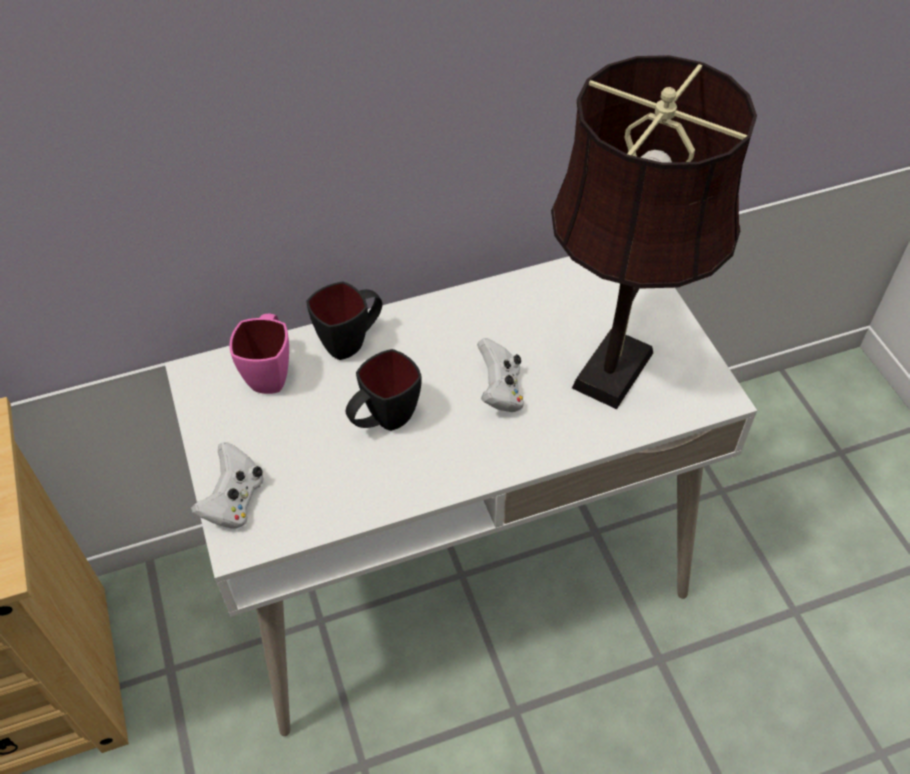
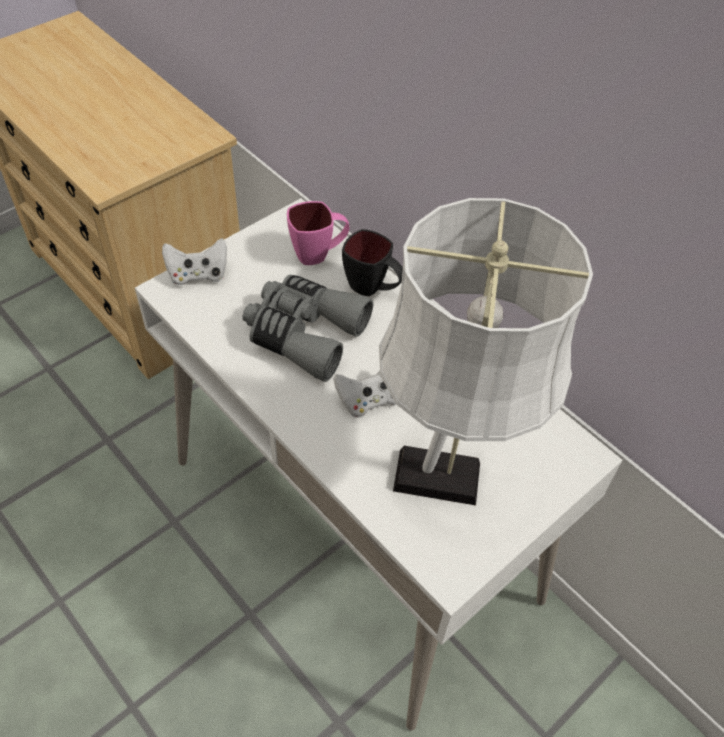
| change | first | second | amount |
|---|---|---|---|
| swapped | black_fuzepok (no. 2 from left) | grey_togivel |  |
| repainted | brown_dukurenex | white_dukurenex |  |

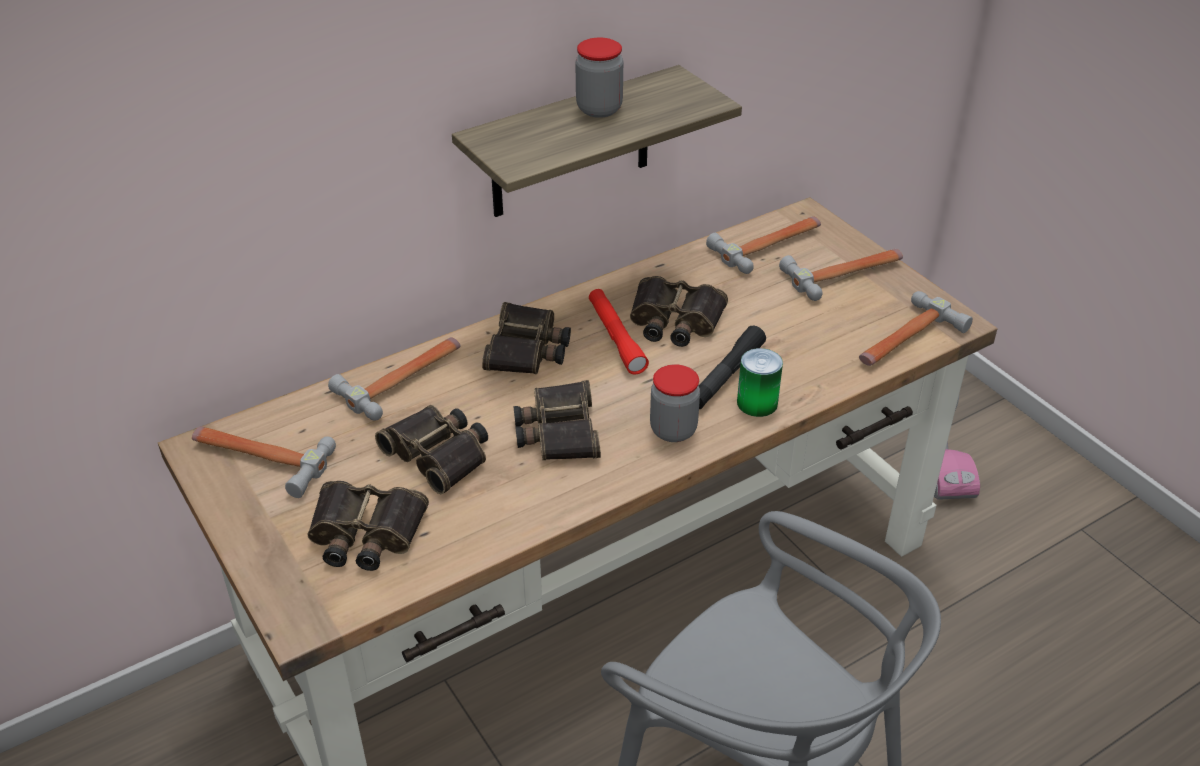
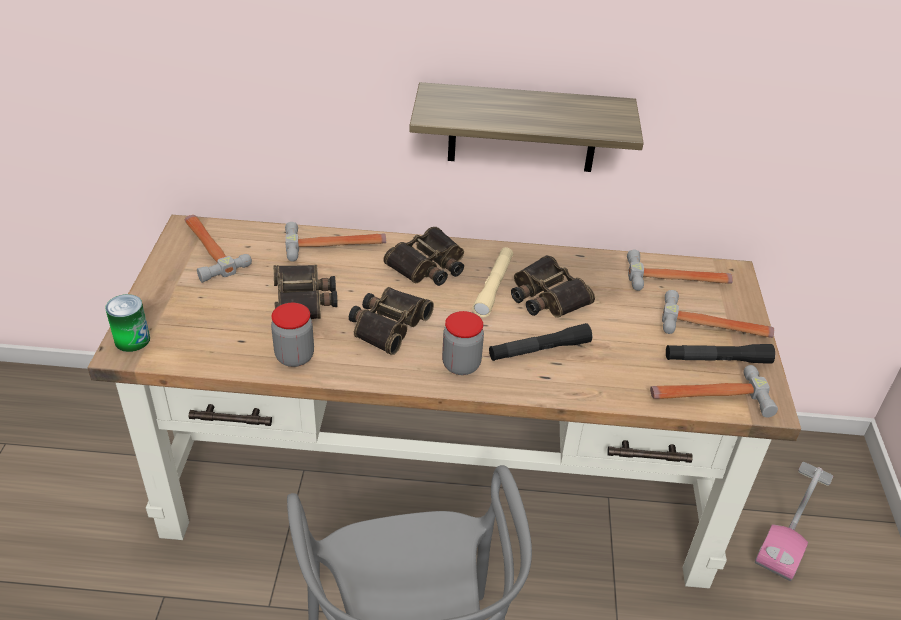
| change | first | second | amount |
|---|---|---|---|
| gone | togivel (no. 1 from left) |  |  |
| shifted | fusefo (no. 1 from left) |  |  |
| repainted | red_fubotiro | beige_fubotiro |  |
| shifted | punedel |  |  |
| new |  | black_fubotiro (no. 2 from left) |  |

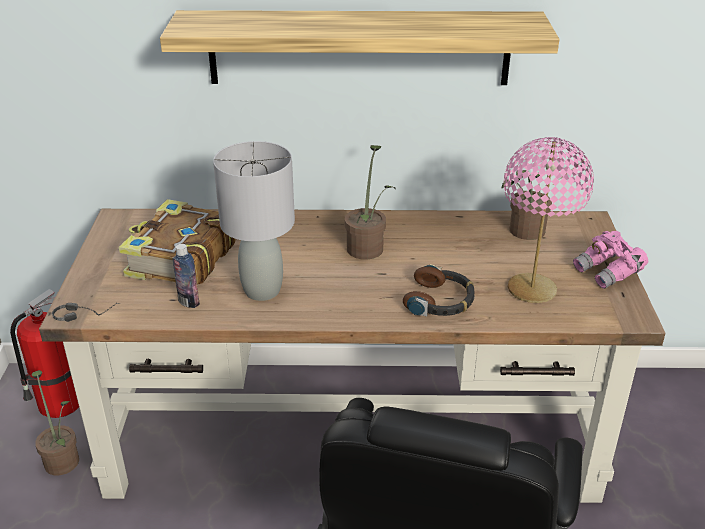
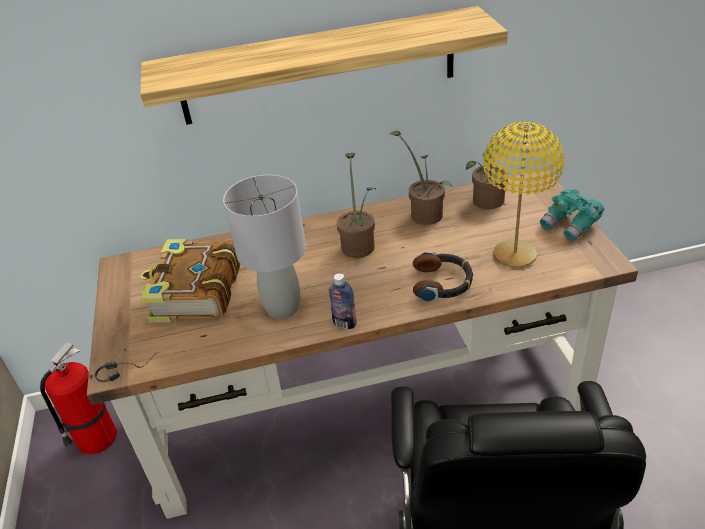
| change | first | second | amount |
|---|---|---|---|
| shifted | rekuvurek (no. 1 from left in the first image) | rekuvurek (no. 2 from left) |  |
| shifted | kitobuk |  |  |
| repainted | pink_dukurenex | yellow_dukurenex |  |
| repainted | pink_togivel | turquoise_togivel |  |

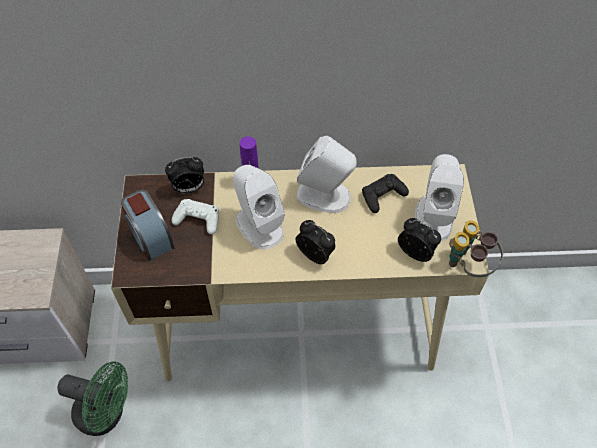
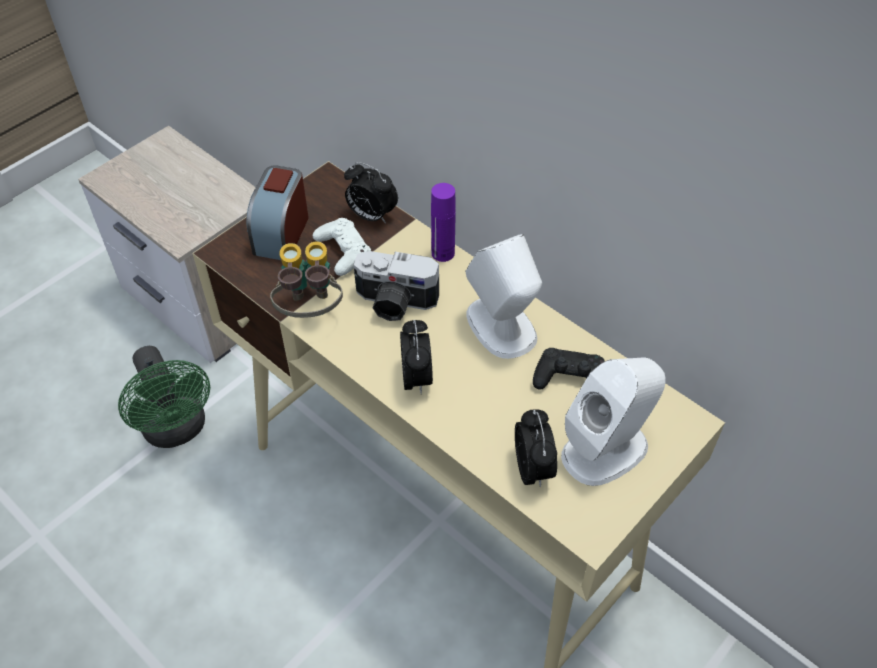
| change | first | second | amount |
|---|---|---|---|
| swapped | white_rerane (no. 1 from left) | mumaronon |  |
| shifted | togivel |  |  |

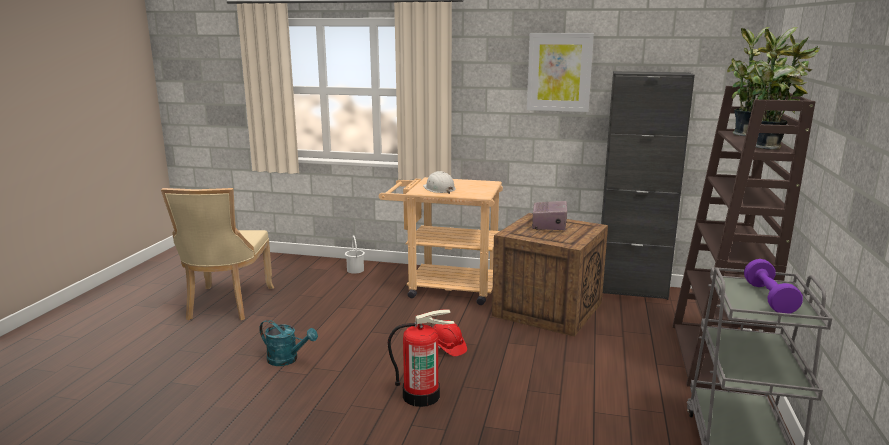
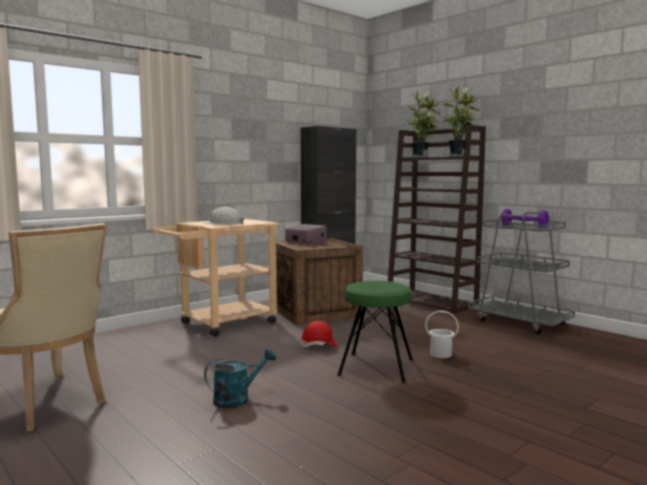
| change | first | second | amount |
|---|---|---|---|
| shifted | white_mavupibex |  |  |
| swapped | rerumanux | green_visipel |  |
| gone | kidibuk |  |  |

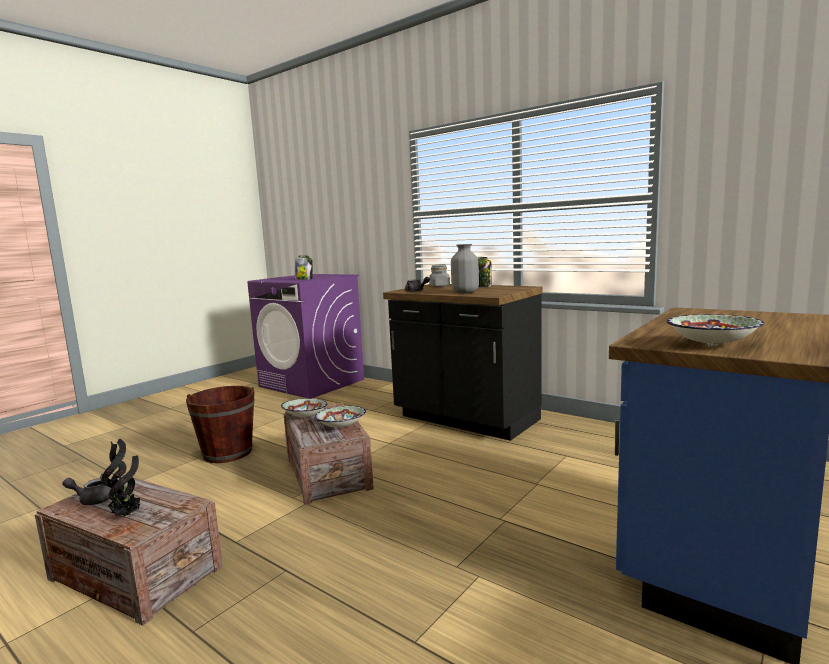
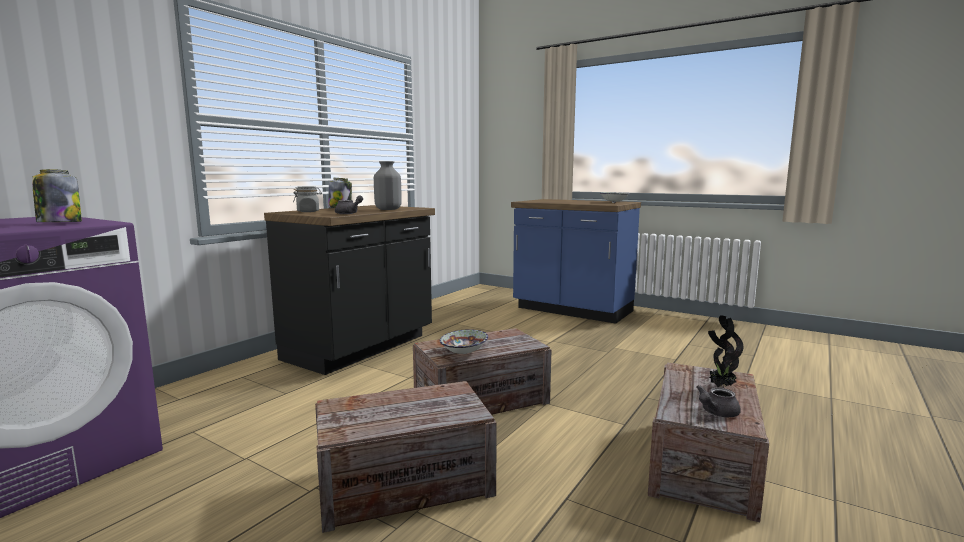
| change | first | second | amount |
|---|---|---|---|
| rotated | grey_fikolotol (no. 1 from left in the first image) | grey_fikolotol (no. 2 from left) | 60 degrees clockwise |
| swapped | brown_mavupibex | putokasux (no. 1 from left) |  |
| gone | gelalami (no. 2 from left) |  |  |

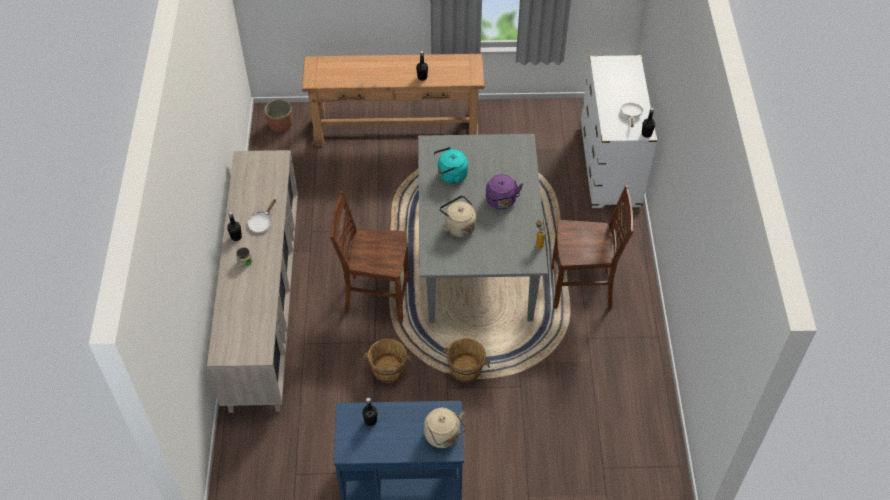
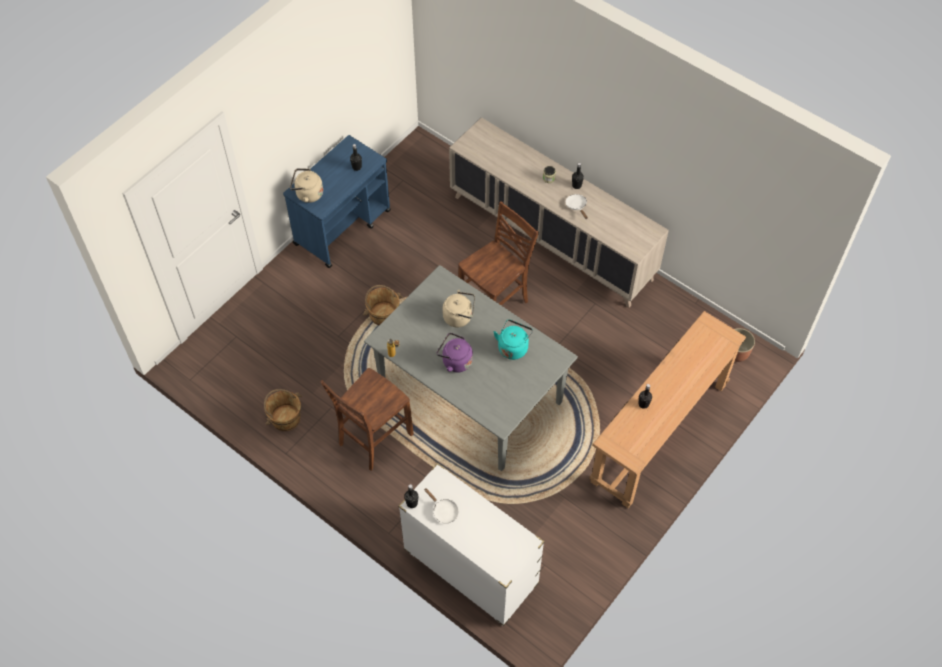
| change | first | second | amount |
|---|---|---|---|
| shifted | brown_mavupibex (no. 1 from left) |  |  |

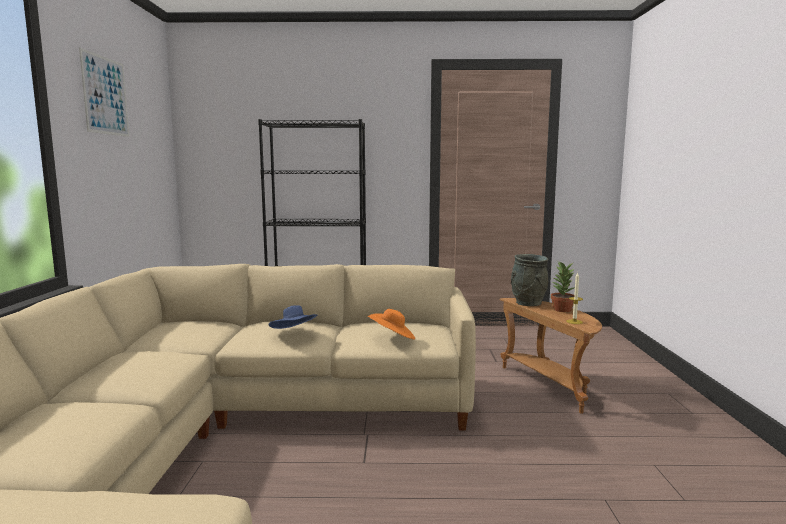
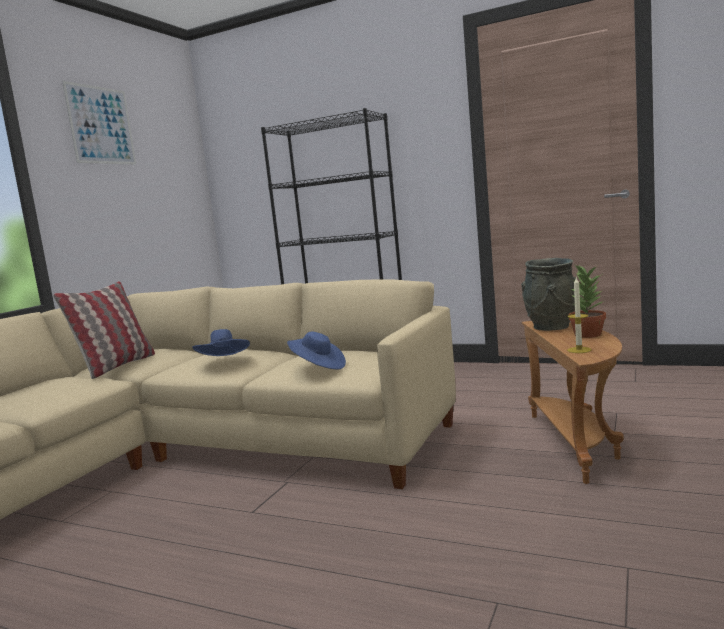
| change | first | second | amount |
|---|---|---|---|
| repainted | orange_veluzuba | blue_veluzuba (no. 2 from left) |  |
| new |  | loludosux |  |

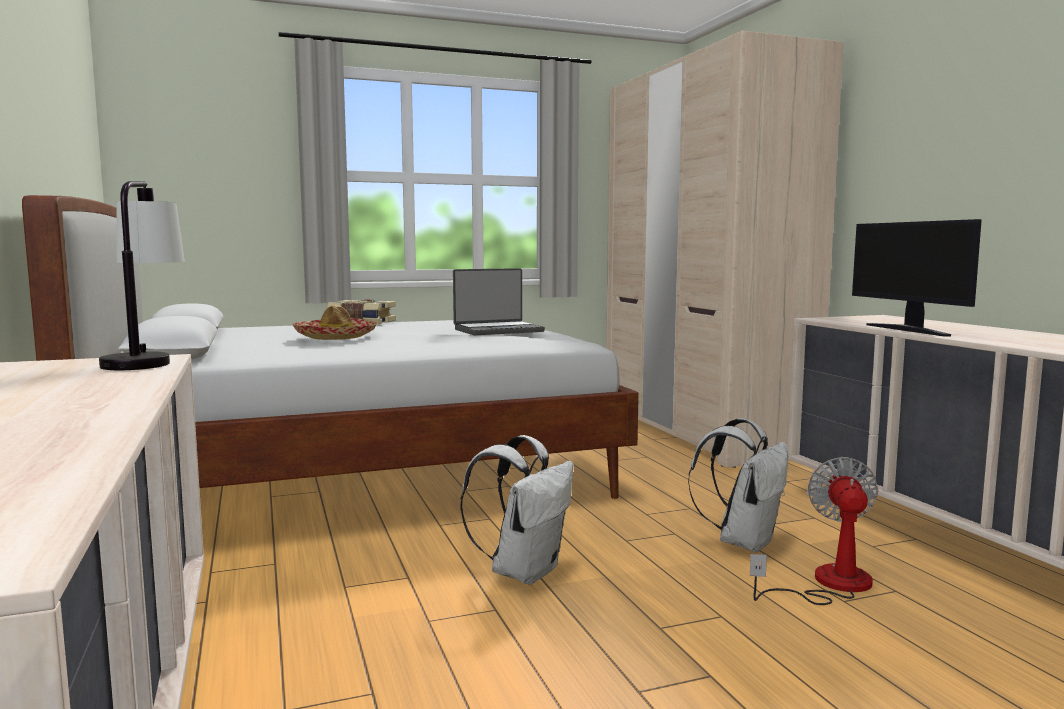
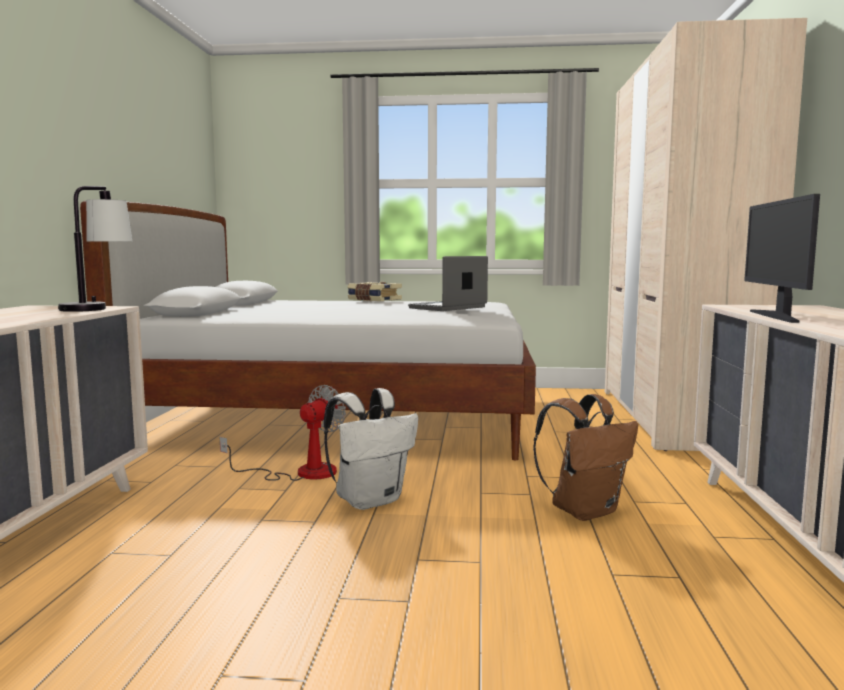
| change | first | second | amount |
|---|---|---|---|
| gone | veluzuba |  |  |
| rotated | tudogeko |  | 135 degrees clockwise |
| repainted | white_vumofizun (no. 2 from left) | brown_vumofizun |  |
| shifted | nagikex |  |  |

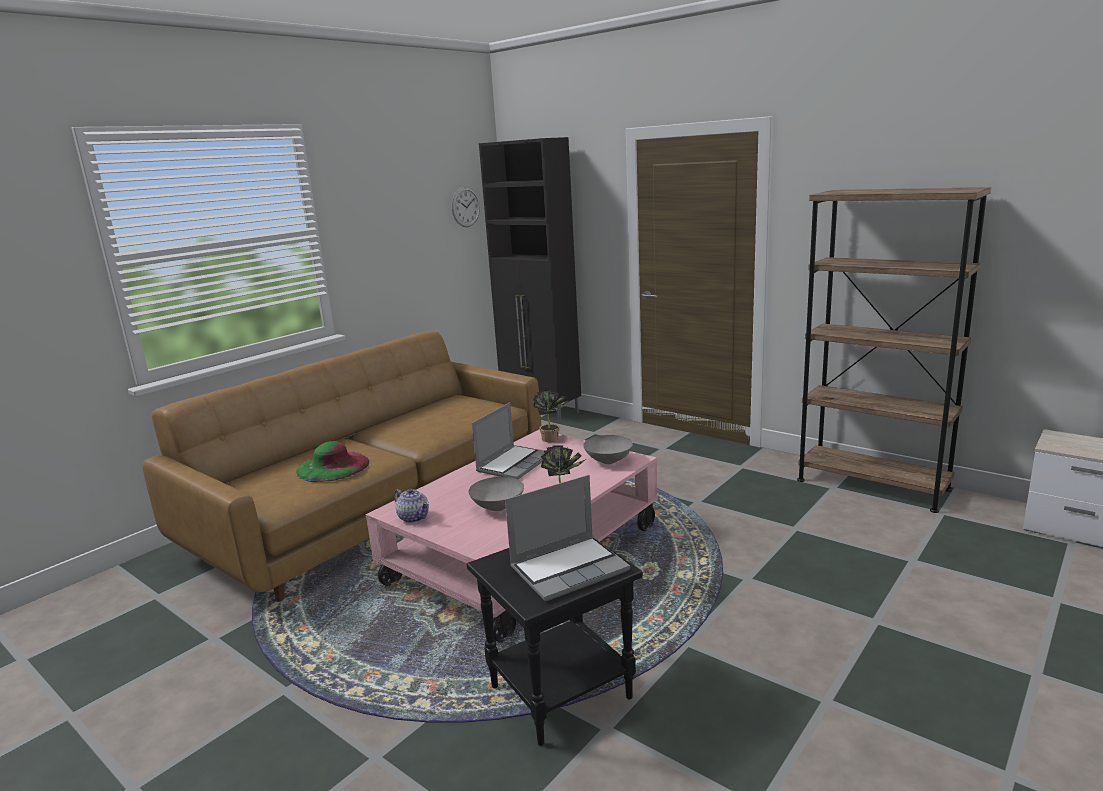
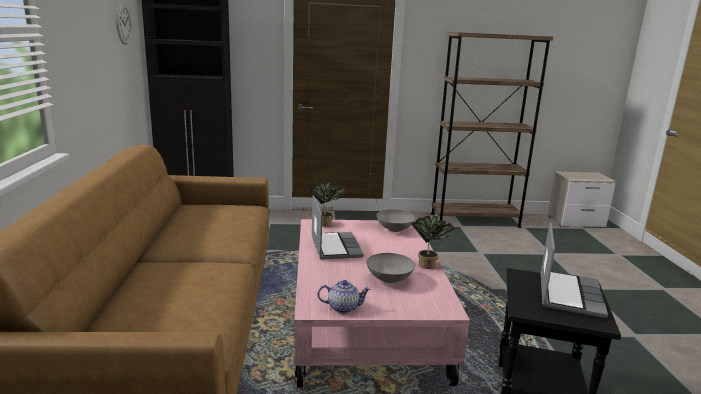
| change | first | second | amount |
|---|---|---|---|
| gone | green_veluzuba |  |  |

